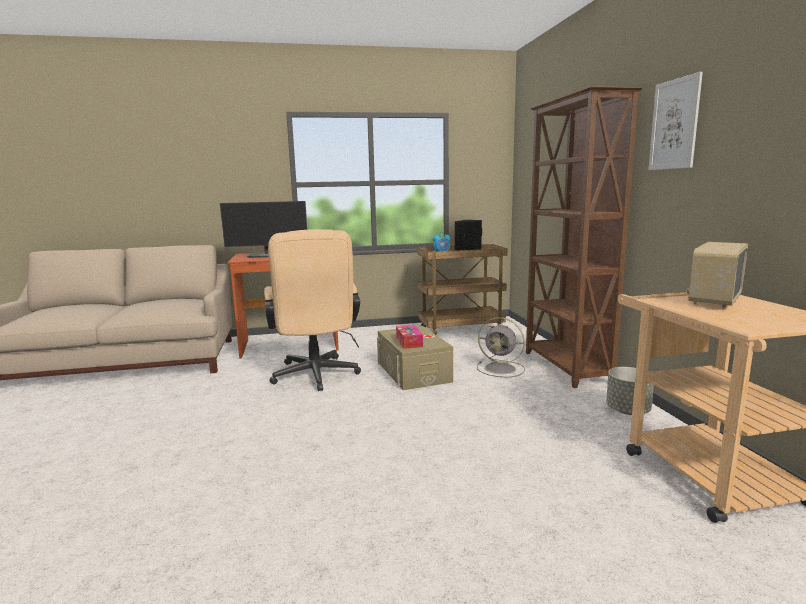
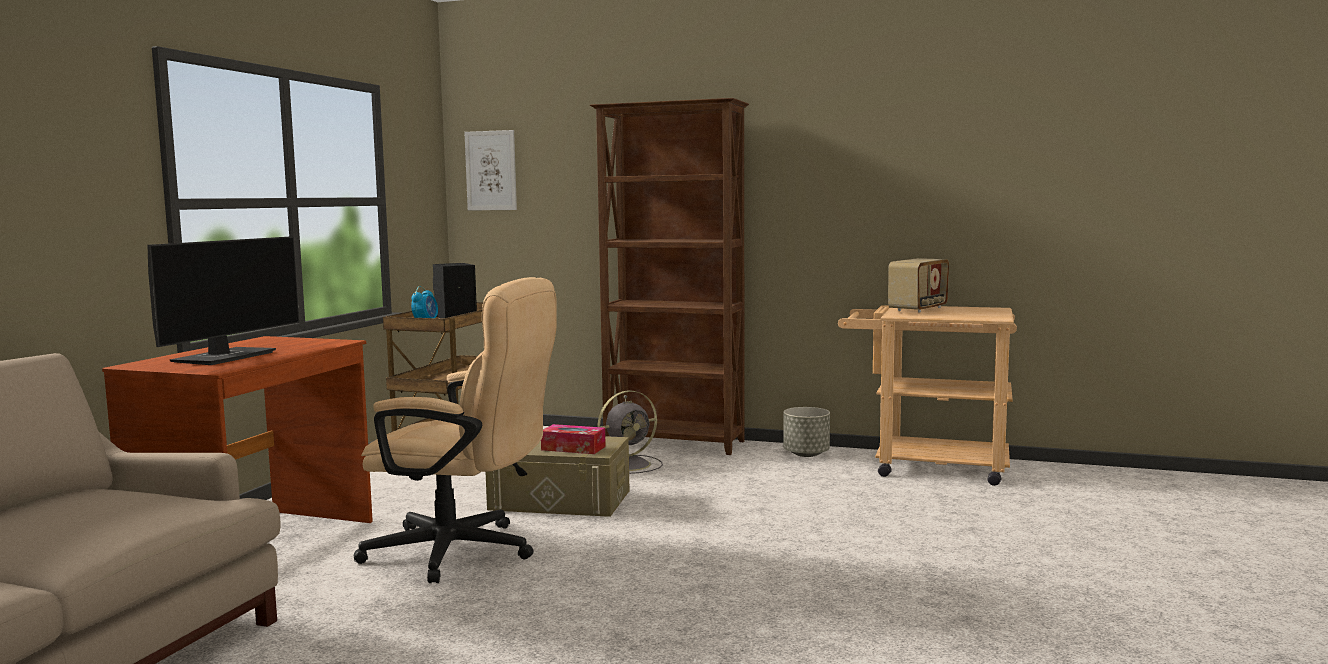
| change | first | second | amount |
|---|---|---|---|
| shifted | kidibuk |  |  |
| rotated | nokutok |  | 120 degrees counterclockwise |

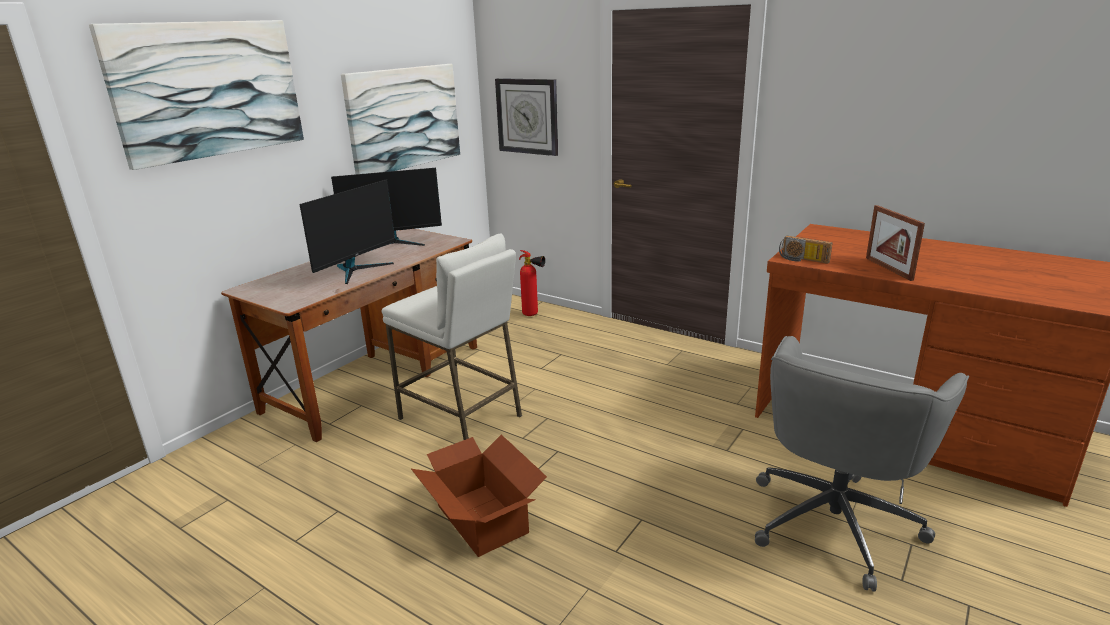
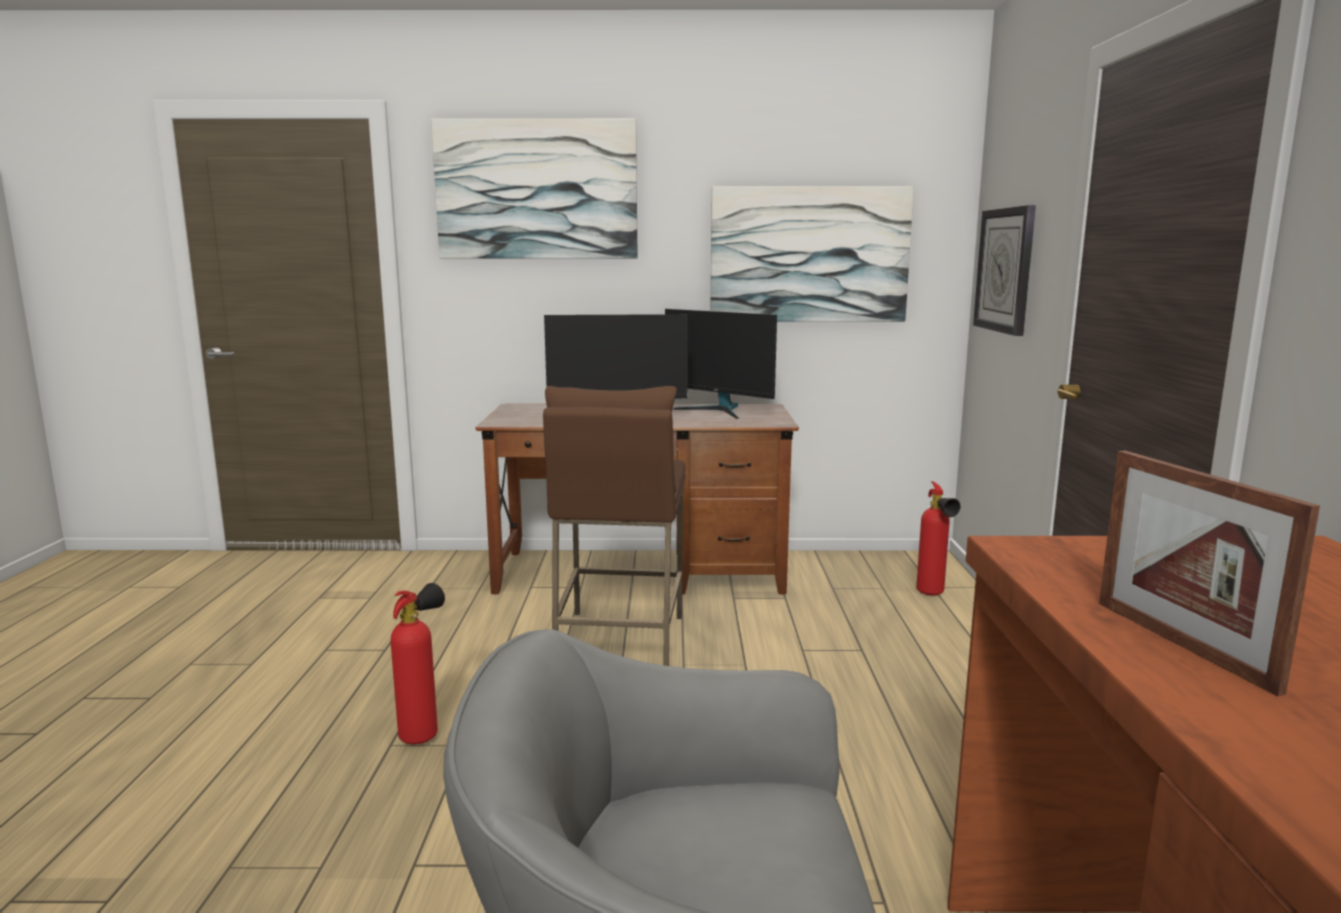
| change | first | second | amount |
|---|---|---|---|
| repainted | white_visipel | brown_visipel |  |
| swapped | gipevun | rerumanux (no. 1 from left) |  |
| gone | nokutok |  |  |
| rotated | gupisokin |  | 60 degrees counterclockwise |

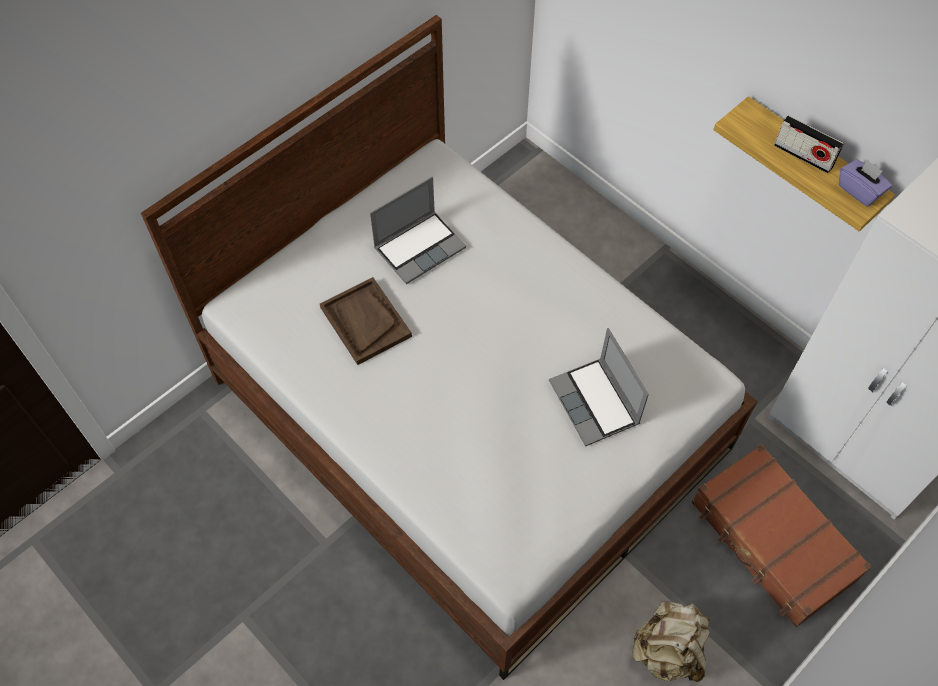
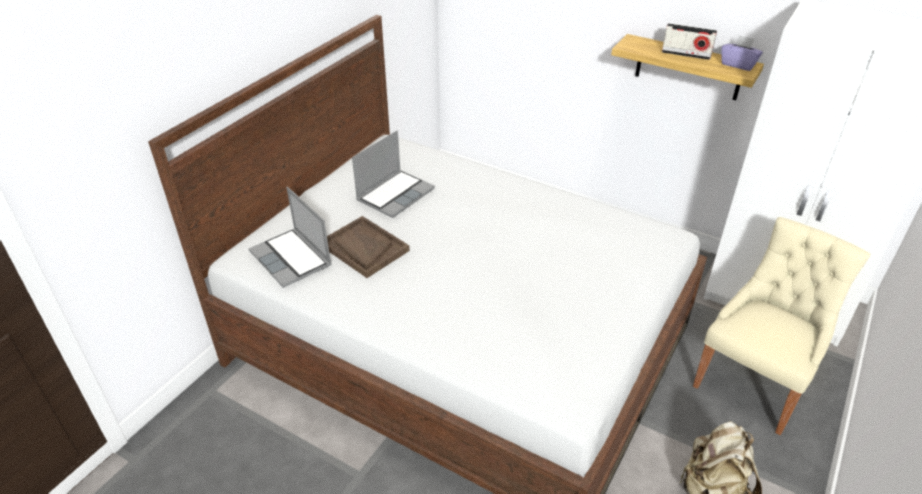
| change | first | second | amount |
|---|---|---|---|
| shifted | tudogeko (no. 2 from left in the first image) | tudogeko (no. 1 from left) |  |
| swapped | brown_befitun | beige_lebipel |  |

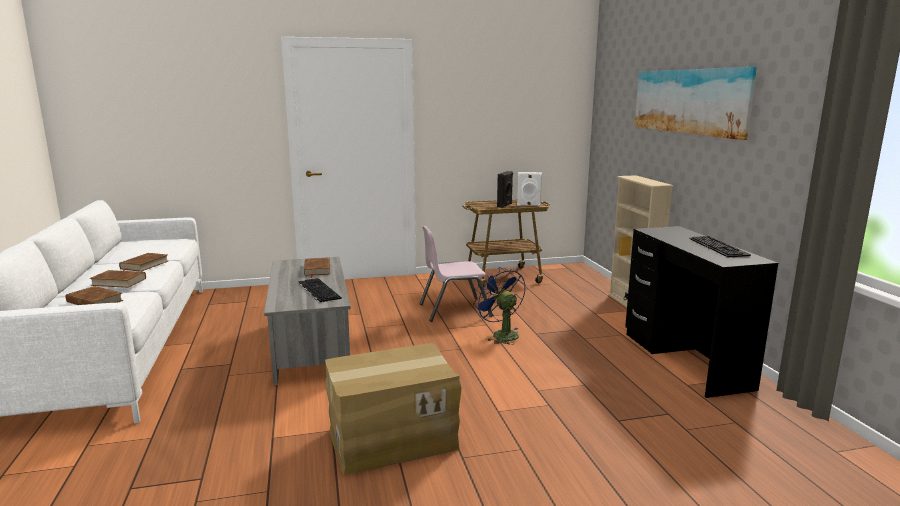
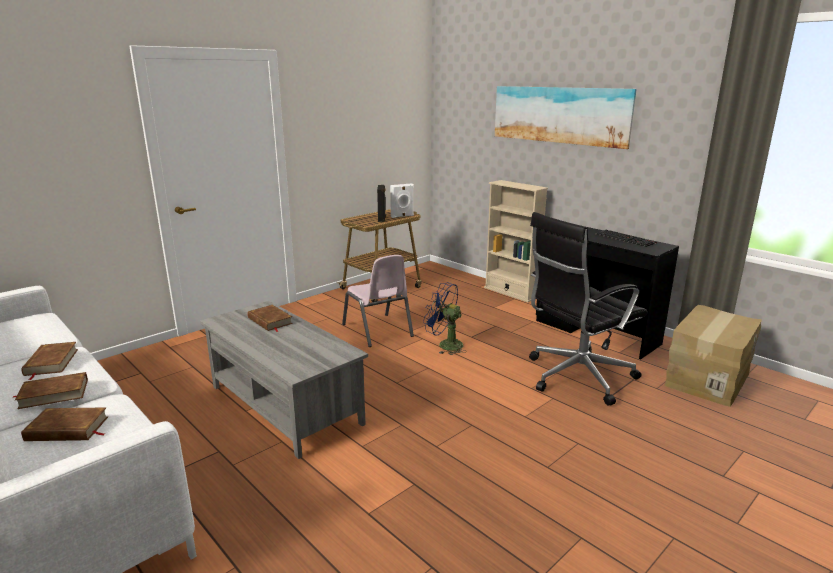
| change | first | second | amount |
|---|---|---|---|
| gone | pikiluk (no. 1 from left) |  |  |
| shifted | gipevun |  |  |
| rotated | pink_lebipel |  | 75 degrees counterclockwise |
| new |  | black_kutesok |  |

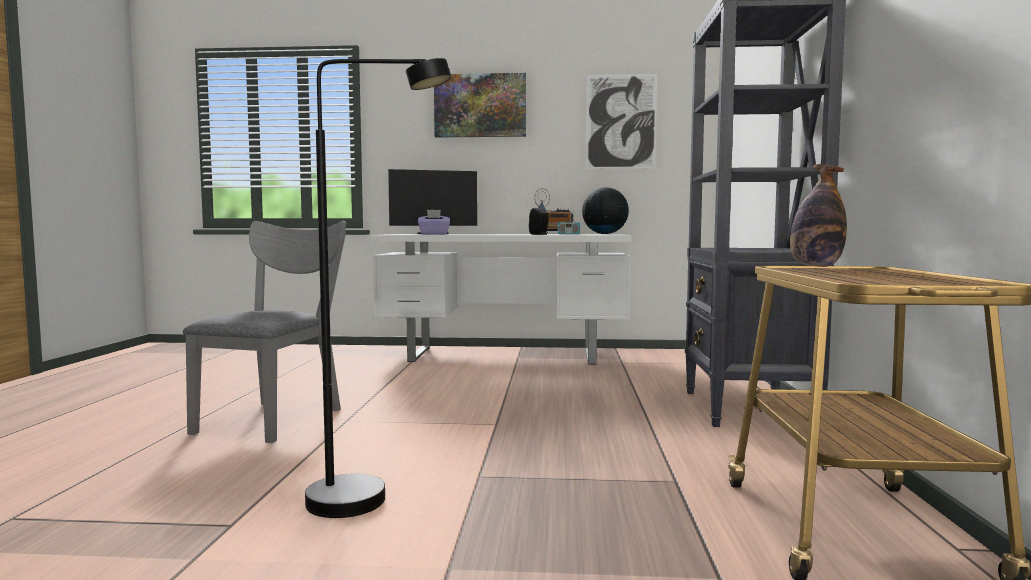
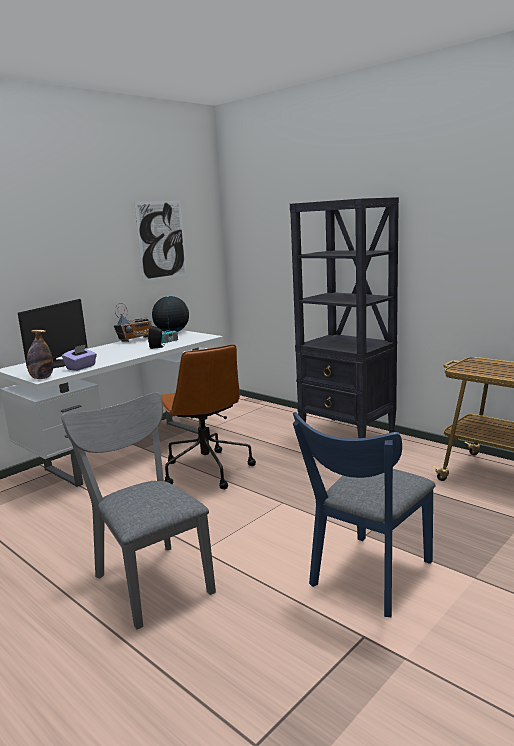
| change | first | second | amount |
|---|---|---|---|
| swapped | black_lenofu | blue_lebipel |  |
| gone | kidibuk (no. 1 from left) |  |  |
| shifted | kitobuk |  |  |
| new |  | brown_kutesok |  |

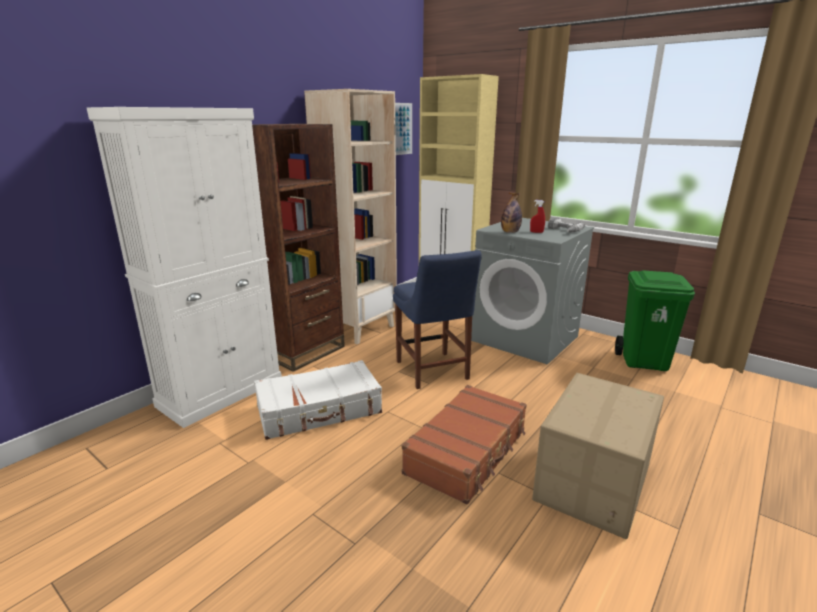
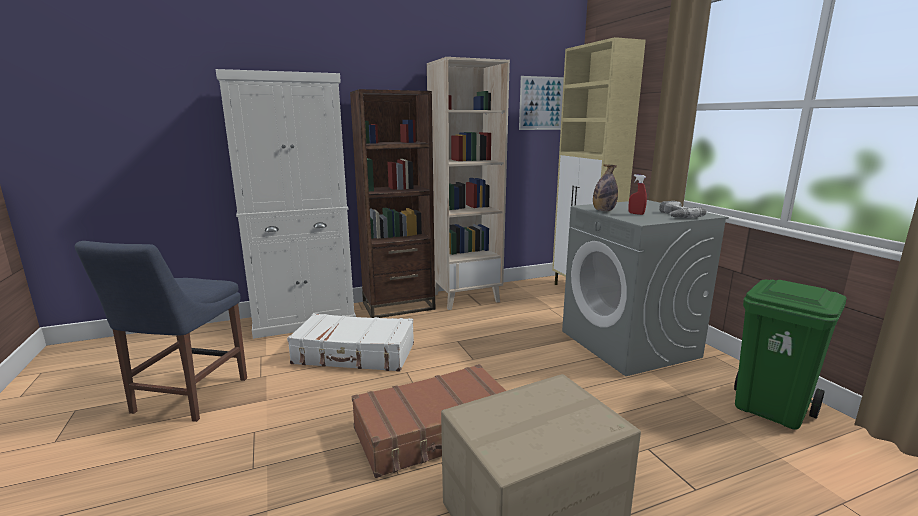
| change | first | second | amount |
|---|---|---|---|
| shifted | blue_lebipel |  |  |

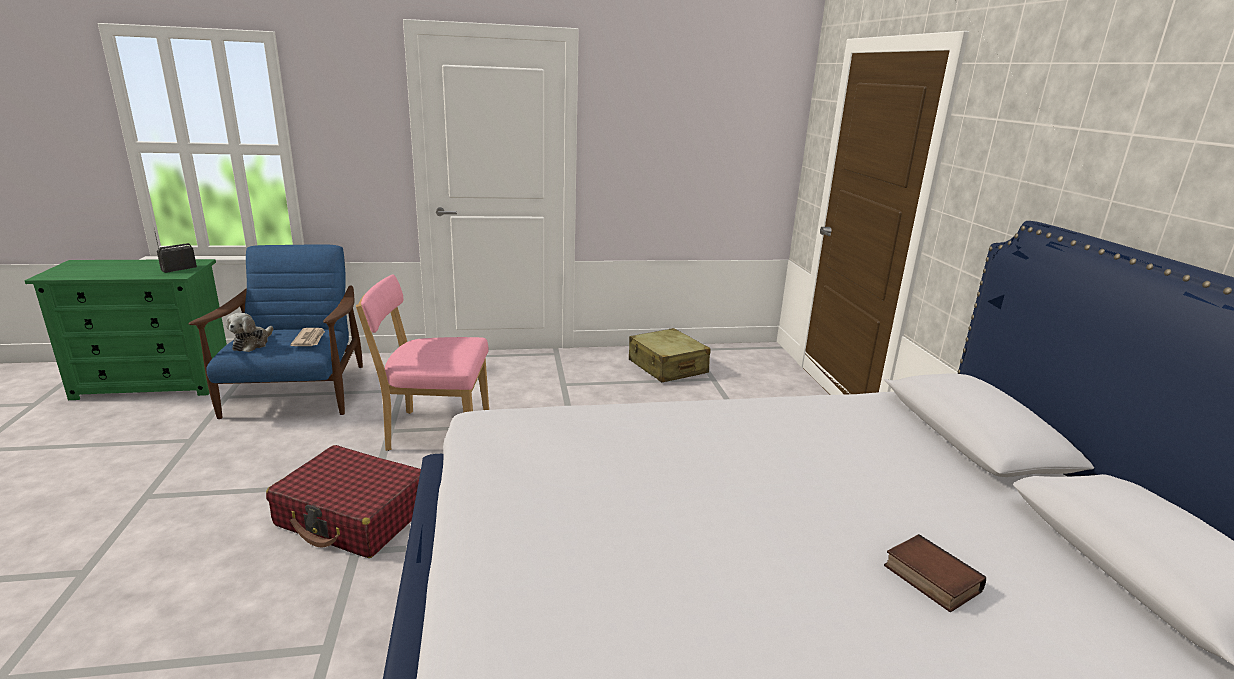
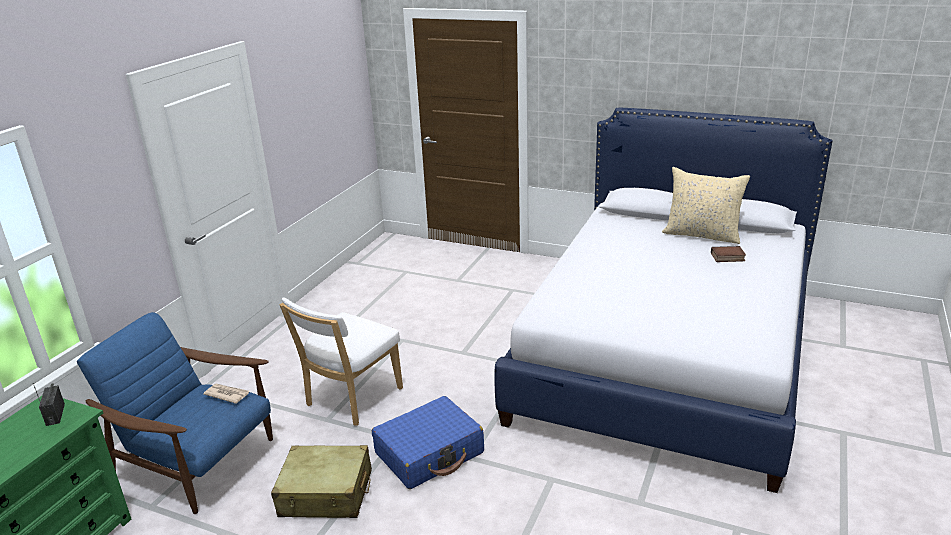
| change | first | second | amount |
|---|---|---|---|
| gone | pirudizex |  |  |
| repainted | red_befitun | blue_befitun |  |
| repainted | pink_lebipel | white_lebipel |  |
| shifted | beige_befitun |  |  |
| new |  | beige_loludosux |  |

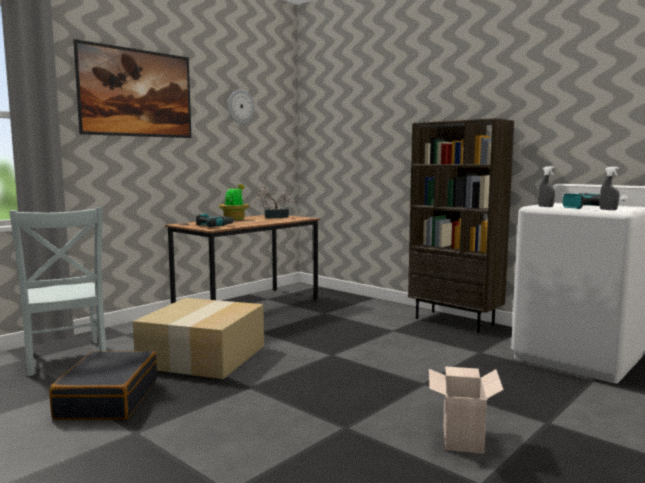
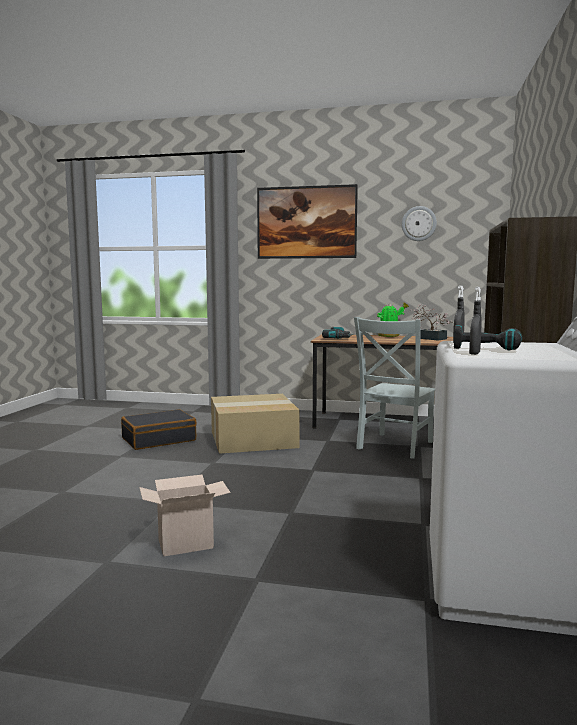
| change | first | second | amount |
|---|---|---|---|
| shifted | grey_lebipel |  |  |

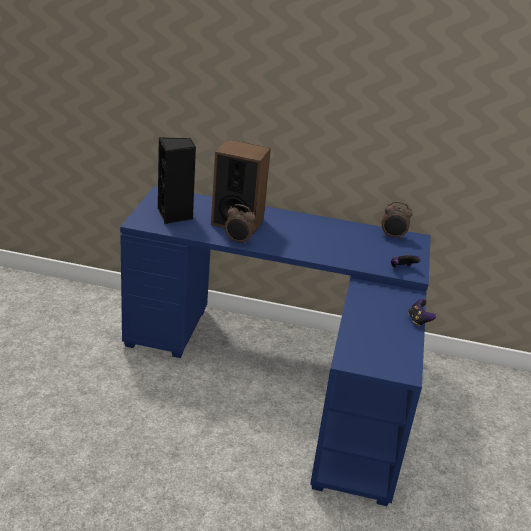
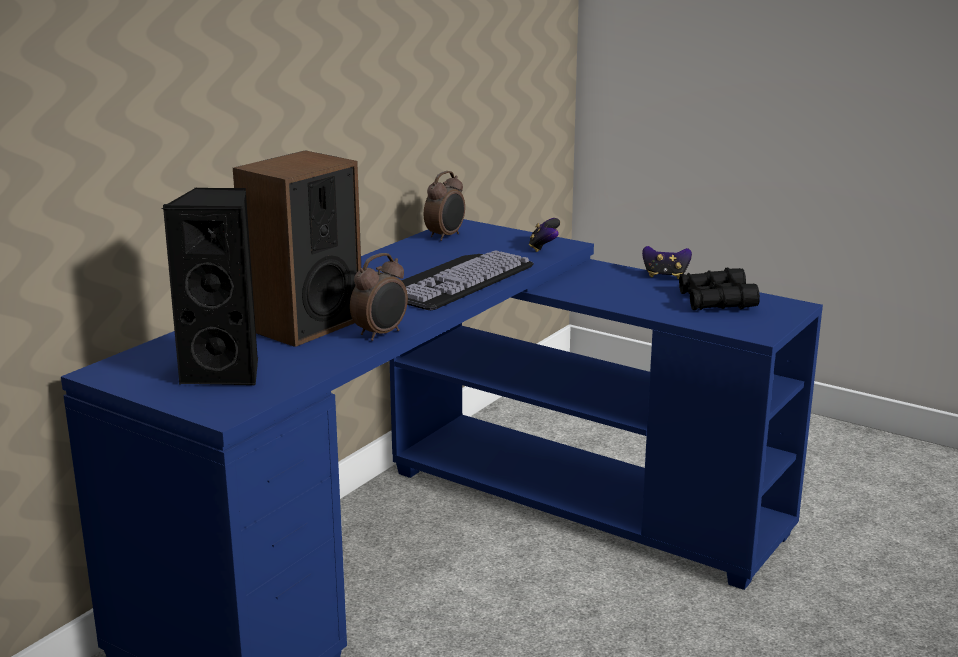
| change | first | second | amount |
|---|---|---|---|
| new |  | pikiluk |  |
| new |  | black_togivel |  |

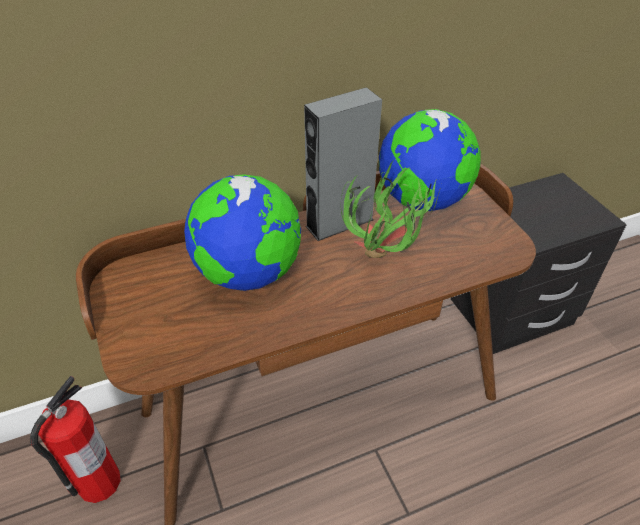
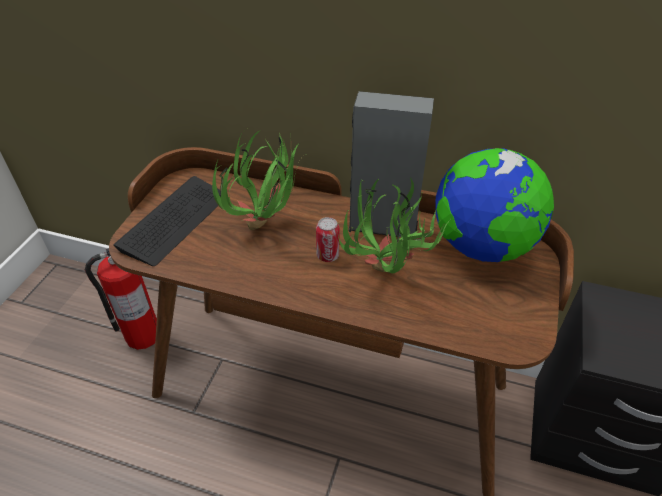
| change | first | second | amount |
|---|---|---|---|
| swapped | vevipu (no. 1 from left) | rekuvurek (no. 1 from left) |  |
| new |  | pikiluk |  |
| new |  | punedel |  |

